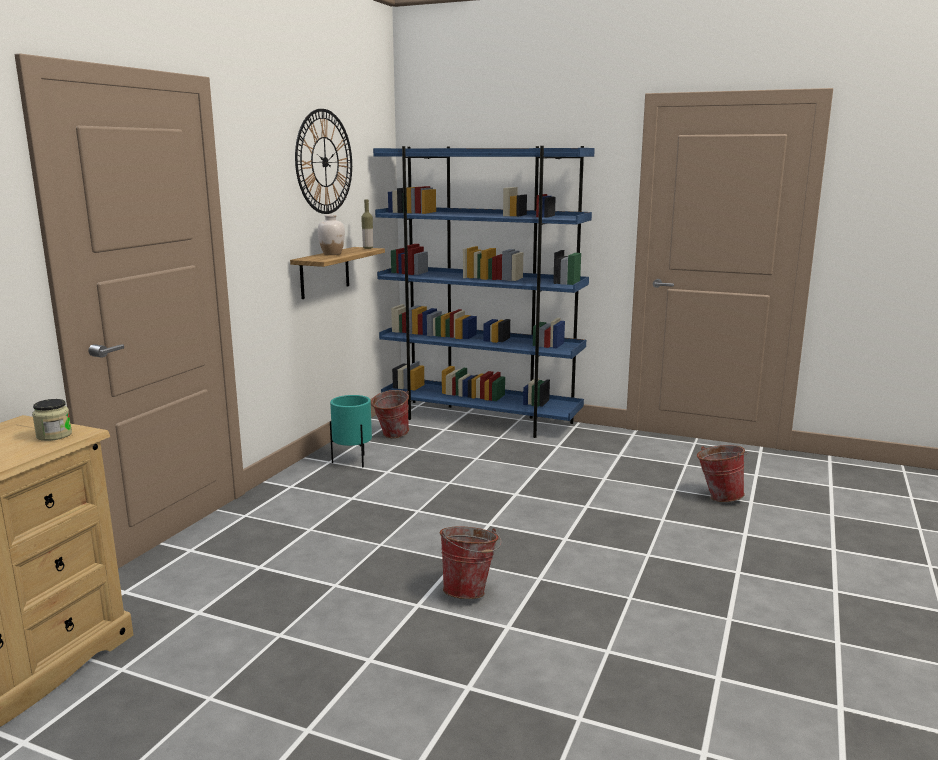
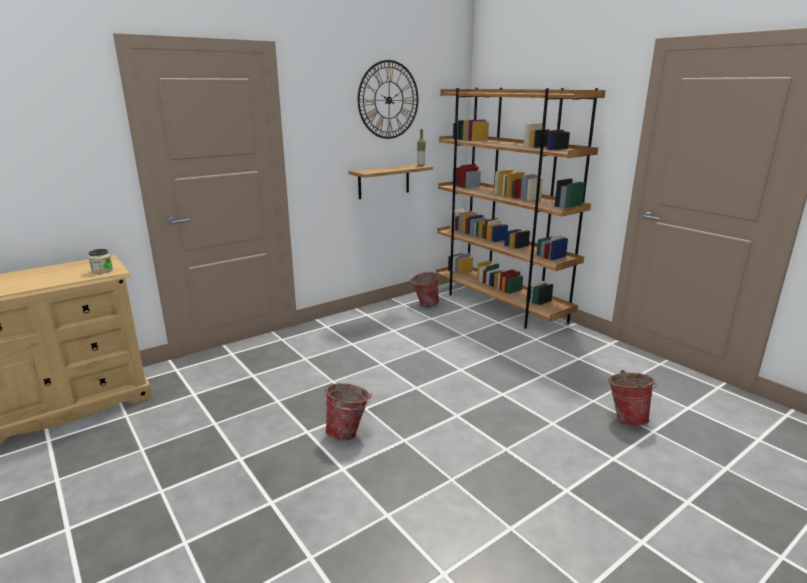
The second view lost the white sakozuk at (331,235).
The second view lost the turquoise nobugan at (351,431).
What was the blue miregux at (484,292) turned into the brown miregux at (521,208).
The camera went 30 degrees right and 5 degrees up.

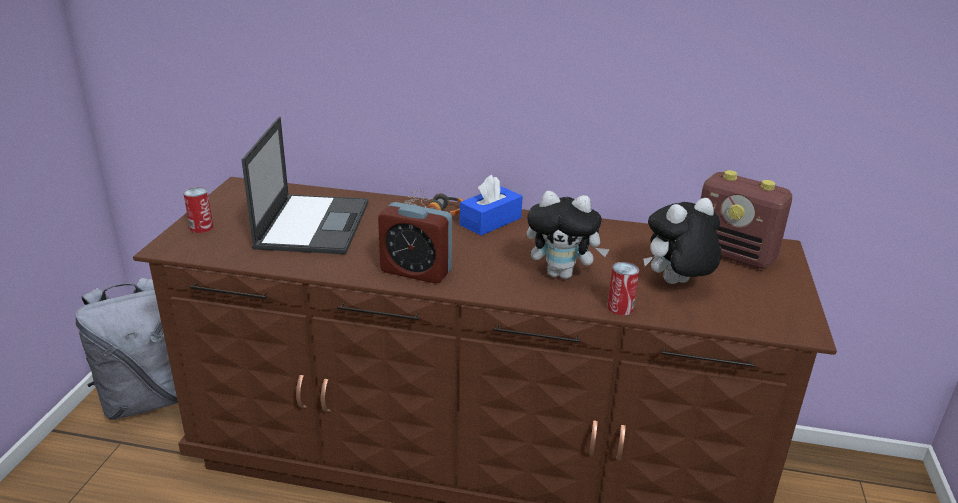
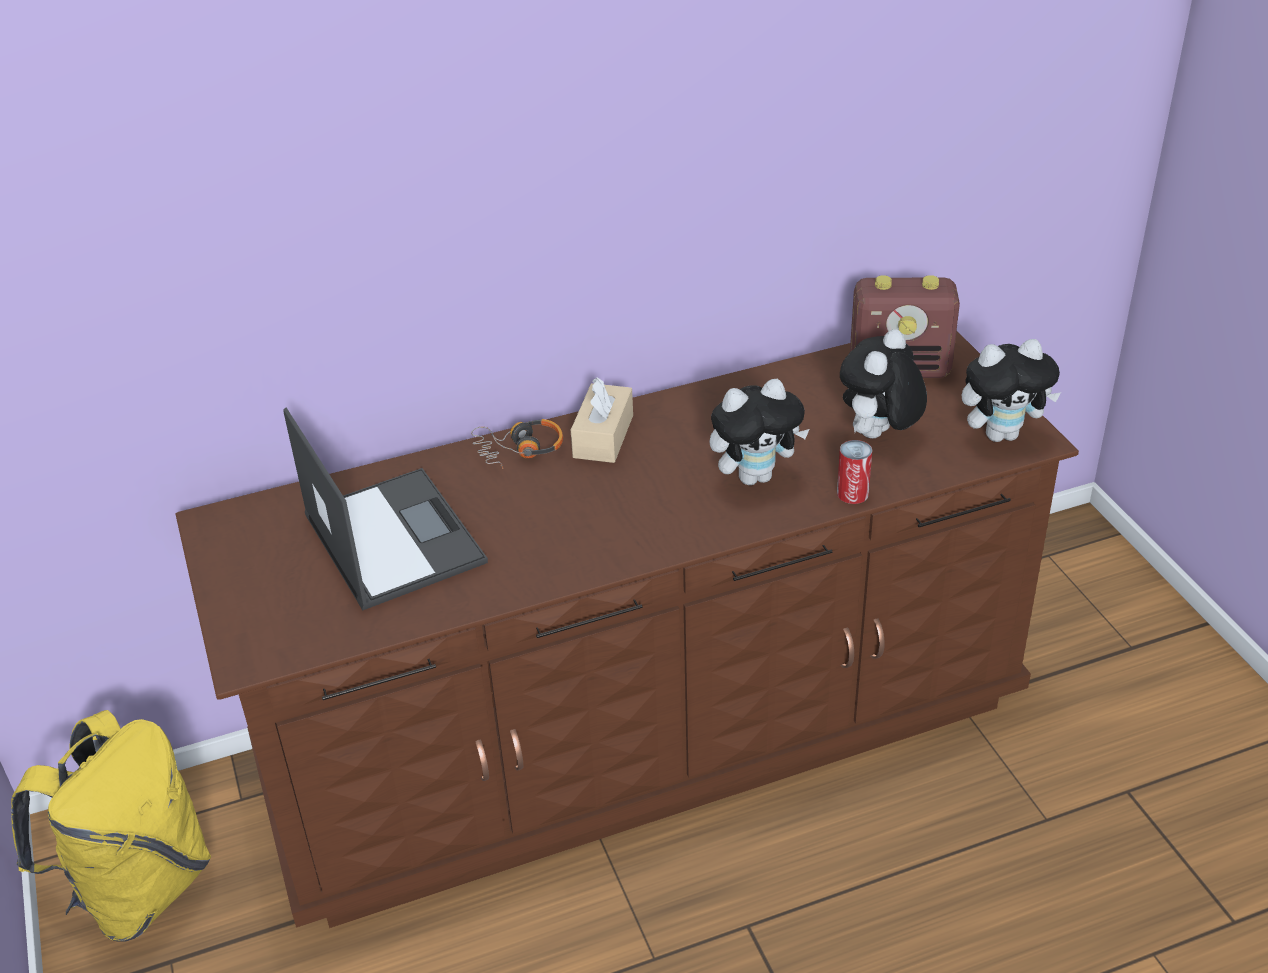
The second view lost the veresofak at (198,210).
The second view lost the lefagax at (415,243).
The second view gained the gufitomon at (1011,390).
What was the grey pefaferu at (127,349) turned into the yellow pefaferu at (111,826).
What was the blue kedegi at (491,205) turned into the beige kedegi at (602,420).
The camera went 30 degrees left and 10 degrees up.

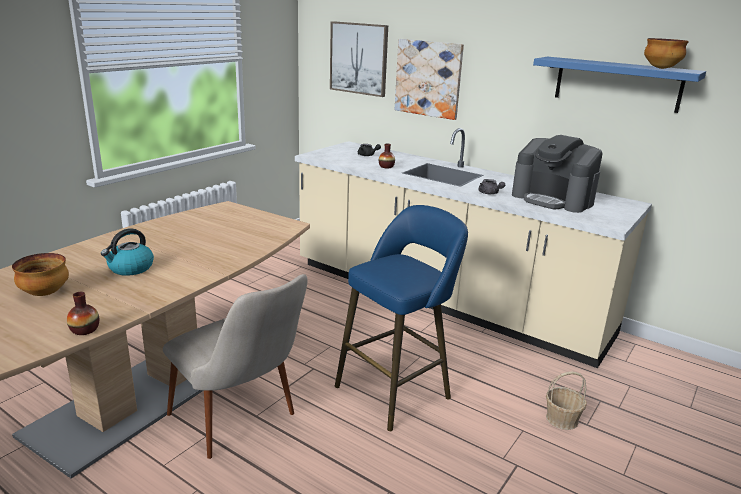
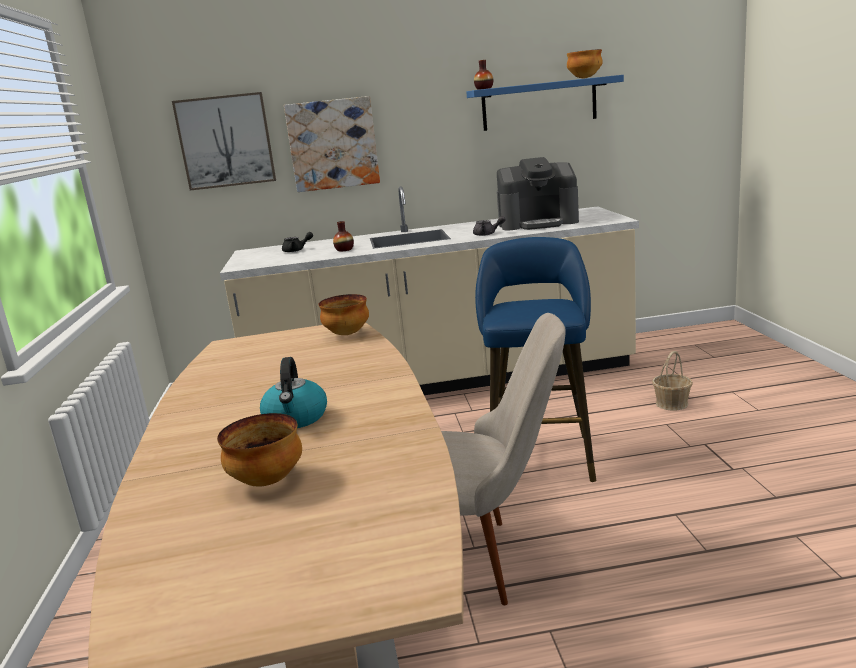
The second view gained the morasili at (344,314).
The sakozuk ended up elsewhere, having gone from (83,313) to (483,75).
The camera went 40 degrees left and 5 degrees down.

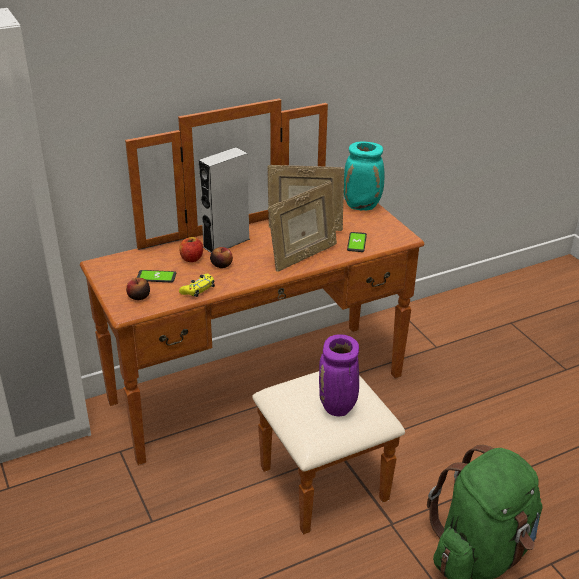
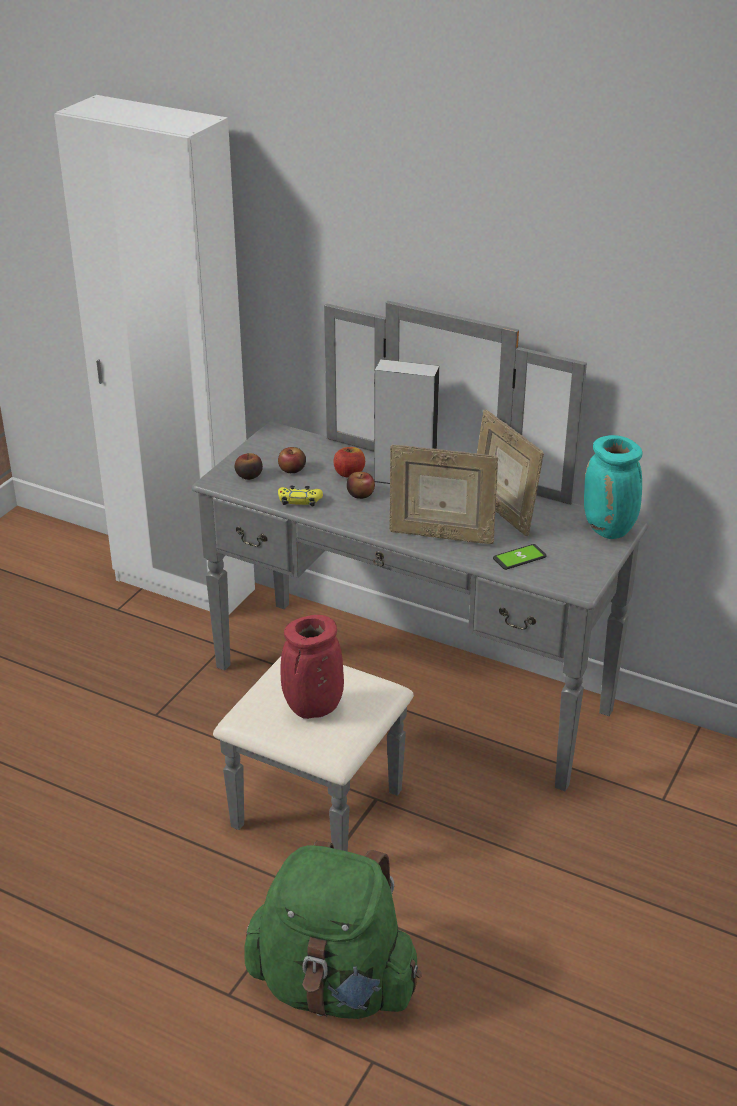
Where the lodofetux stood at (156,276), the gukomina came to stand at (292,460).
What was the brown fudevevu at (252,316) turned into the grey fudevevu at (420,576).
What was the purple sakozuk at (339,375) turned into the red sakozuk at (312,667).
The camera went 55 degrees right and 0 degrees up.

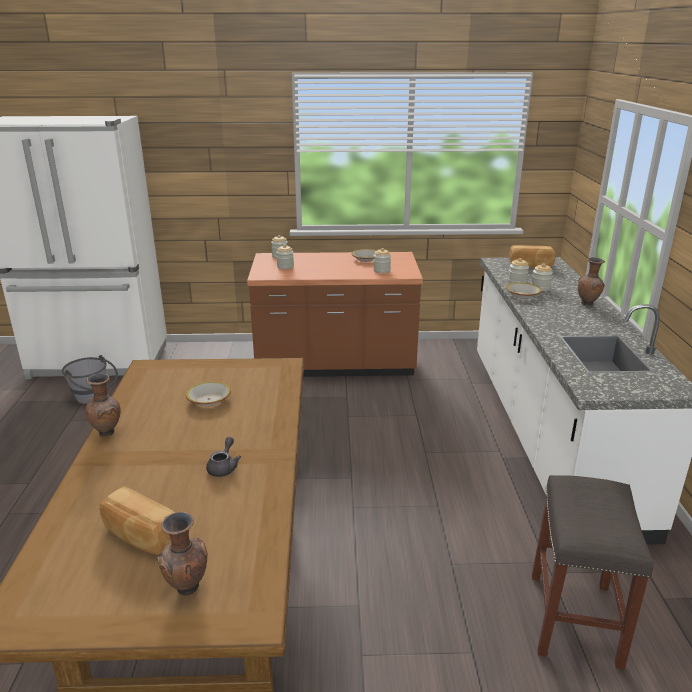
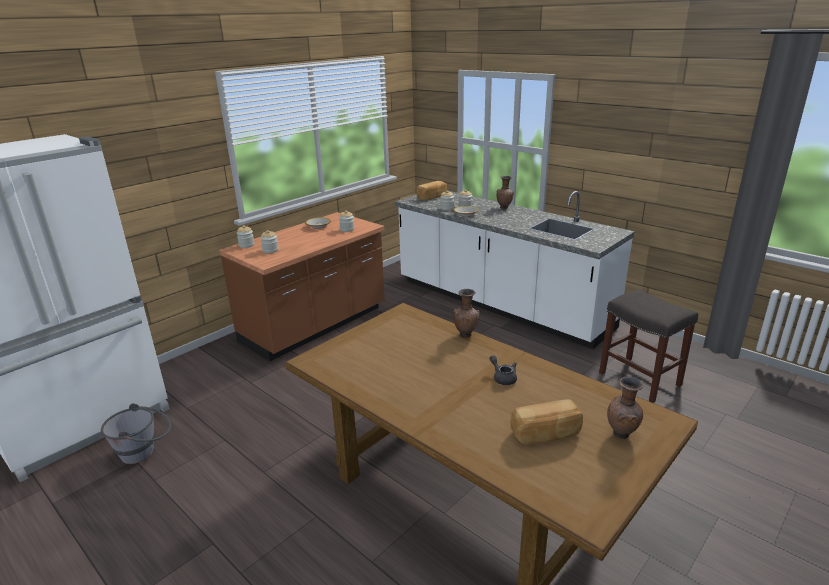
The second view lost the morasili at (208,393).
The brown sakozuk ended up elsewhere, having gone from (103,405) to (466,313).
The camera went 45 degrees left and 0 degrees up.

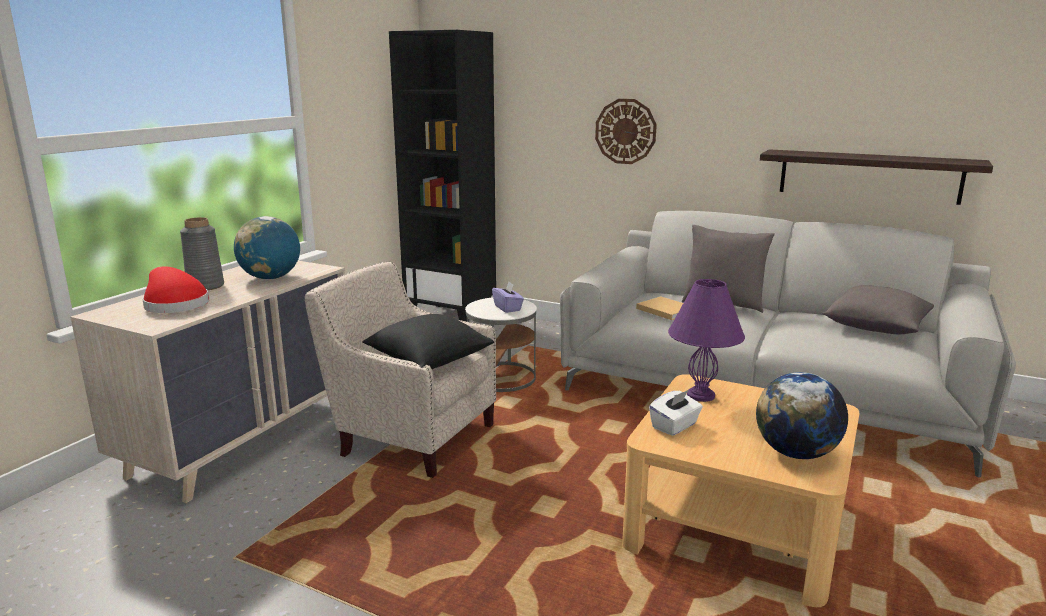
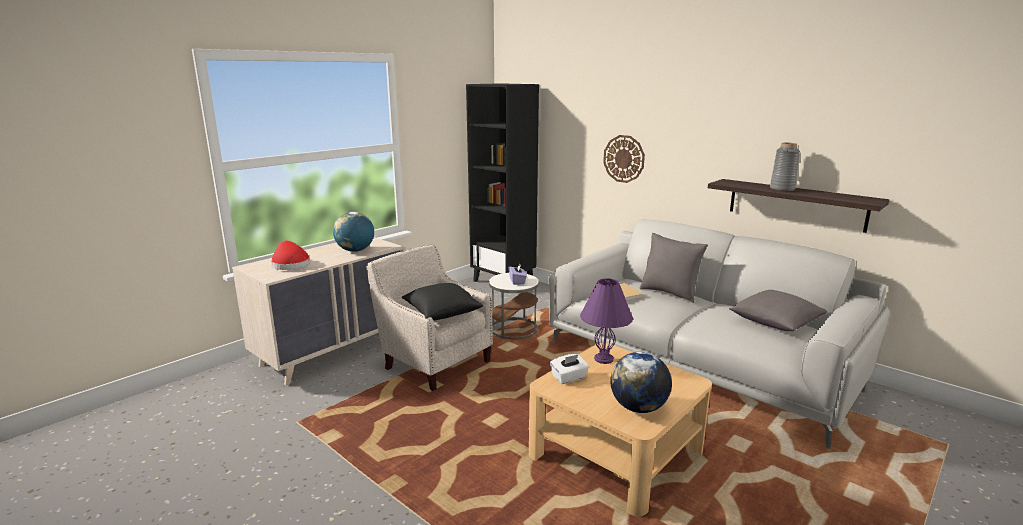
The grey sakozuk ended up elsewhere, having gone from (202,253) to (785,167).
The camera went 15 degrees right and 0 degrees up.

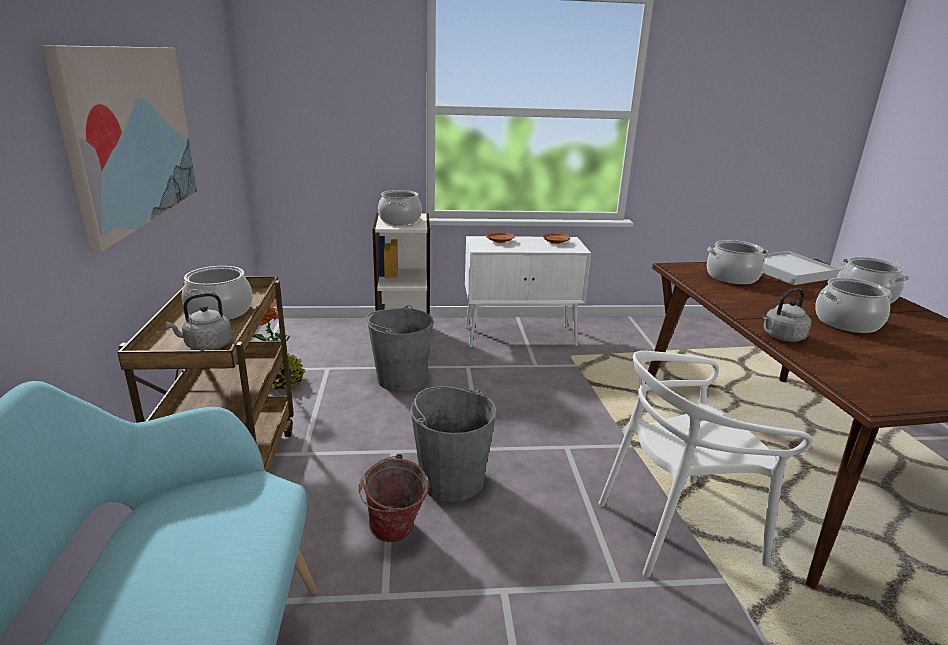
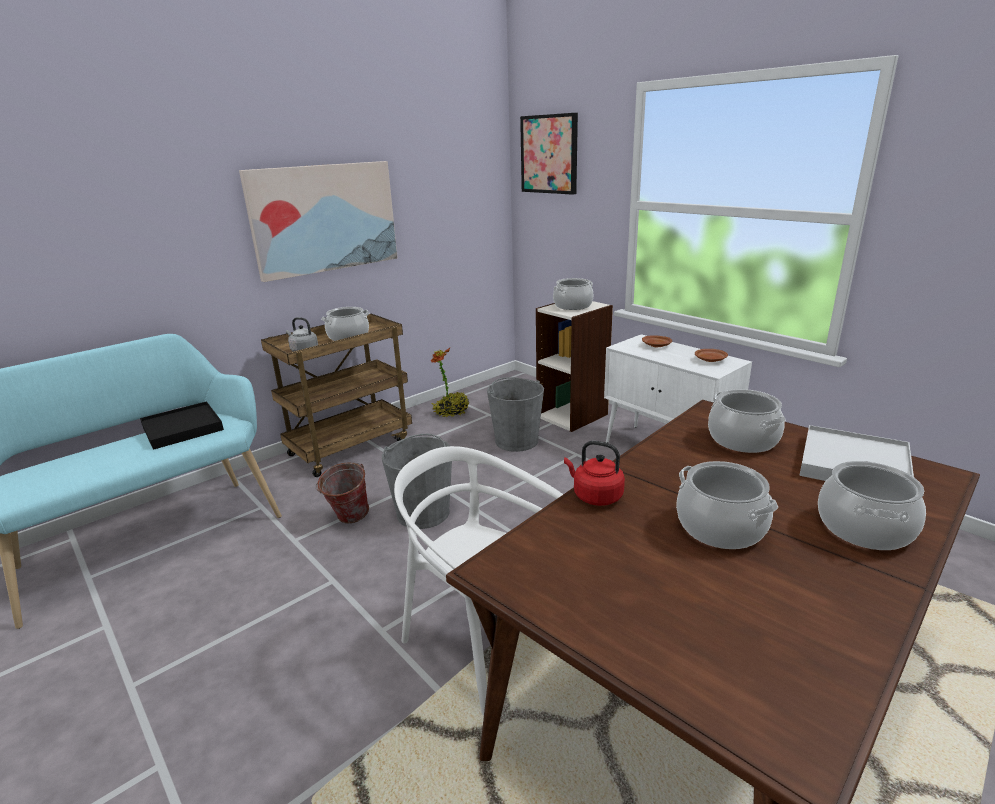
The second view gained the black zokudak at (182,425).
The second view gained the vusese at (549,154).
What was the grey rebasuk at (786,315) turned into the red rebasuk at (594,473).
The camera went 55 degrees right and 0 degrees up.

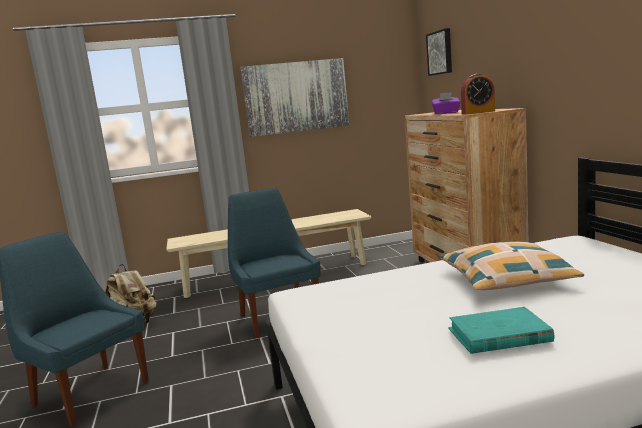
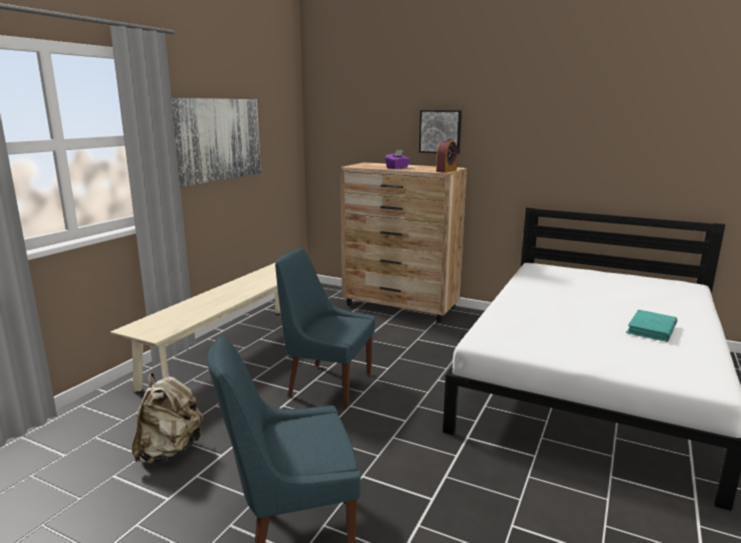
The second view lost the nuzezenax at (512,265).
The vusese ended up elsewhere, having gone from (439,52) to (440,132).
The camera went 50 degrees left and 5 degrees up.

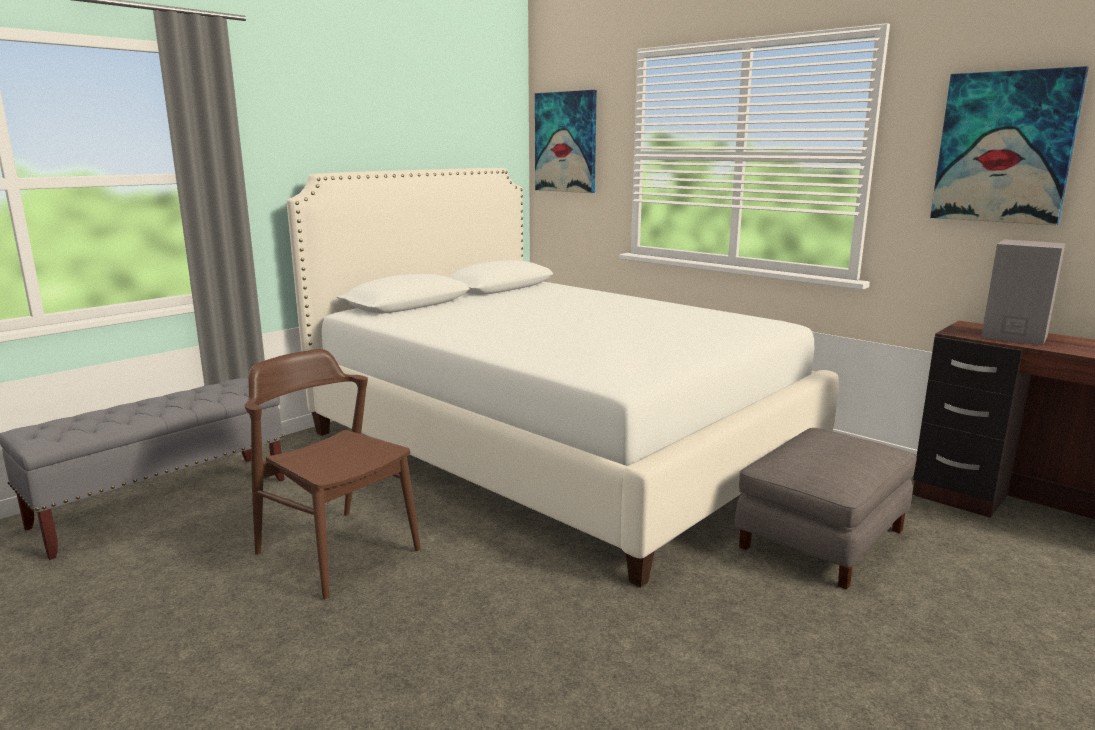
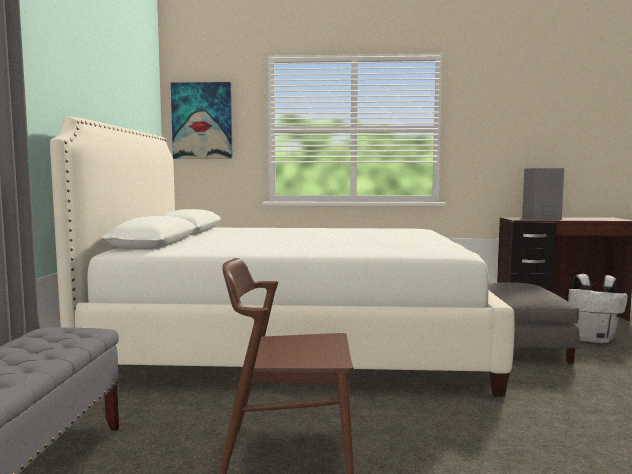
The second view lost the vusese at (1009,146).
The second view gained the white pefaferu at (598,309).
The camera went 40 degrees left and 10 degrees down.

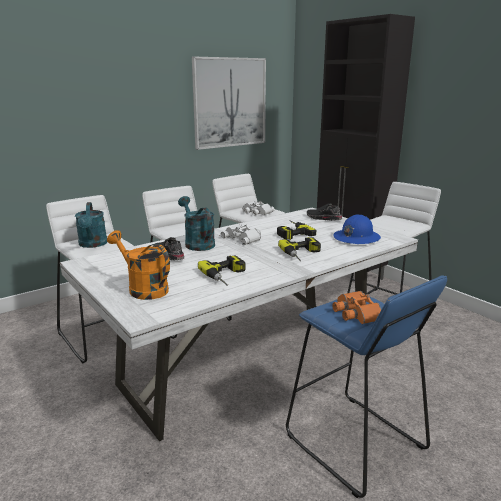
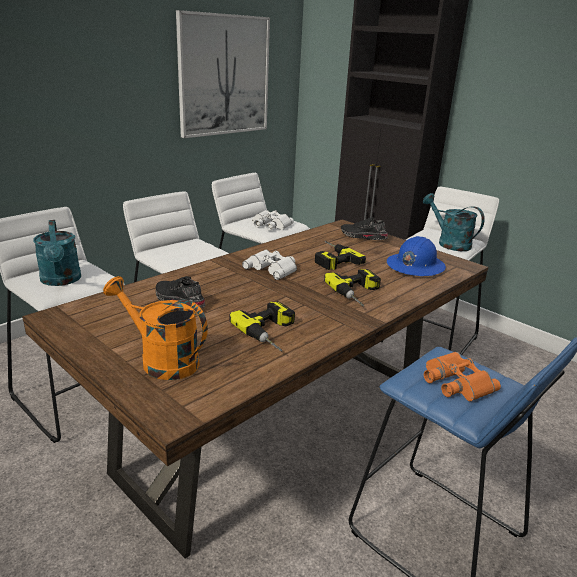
The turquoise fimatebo ended up elsewhere, having gone from (196,223) to (454,222).
What was the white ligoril at (239,324) turned into the brown ligoril at (255,389).
The camera went 10 degrees left and 5 degrees up.

